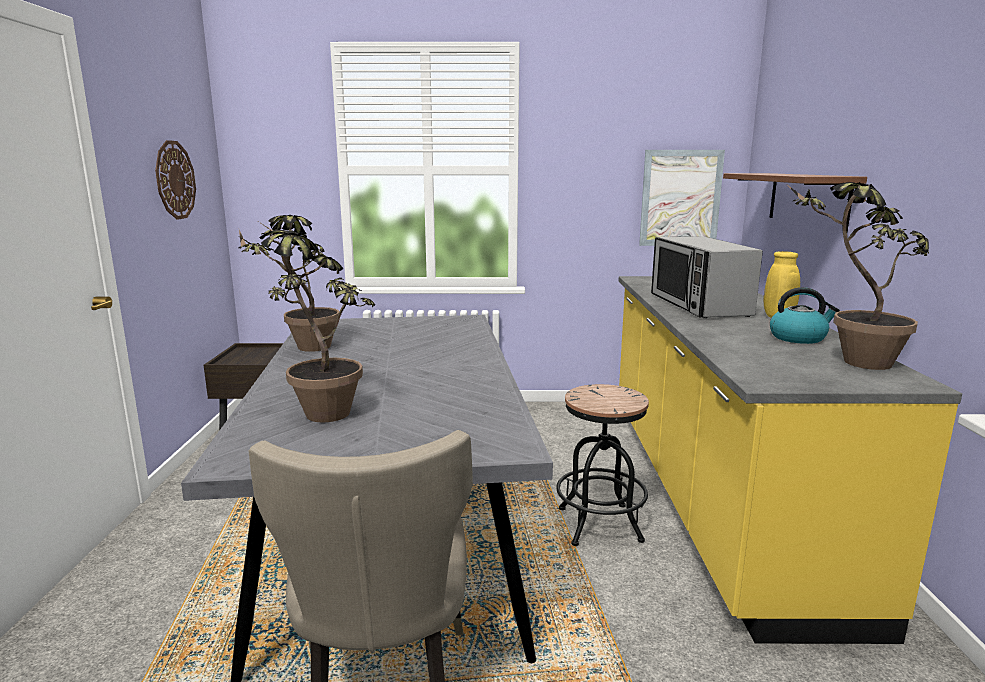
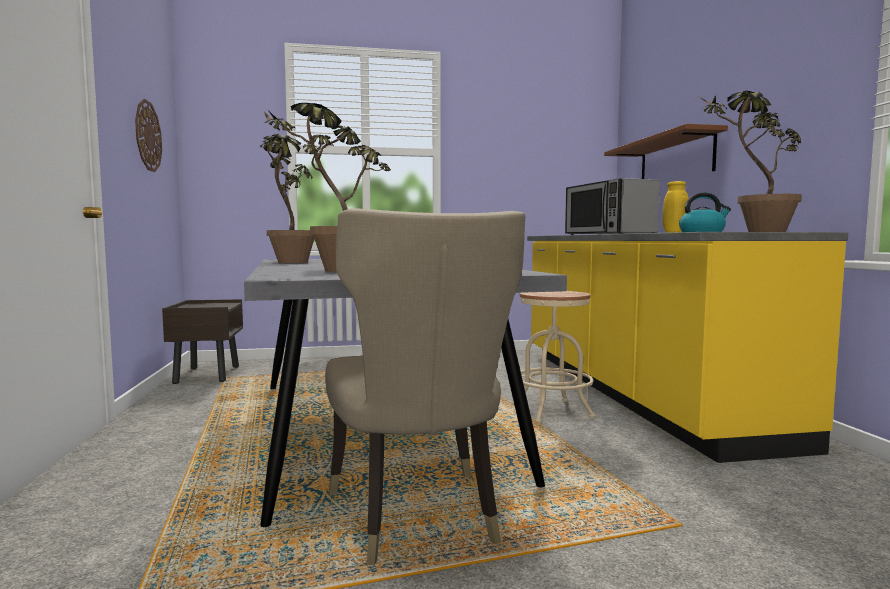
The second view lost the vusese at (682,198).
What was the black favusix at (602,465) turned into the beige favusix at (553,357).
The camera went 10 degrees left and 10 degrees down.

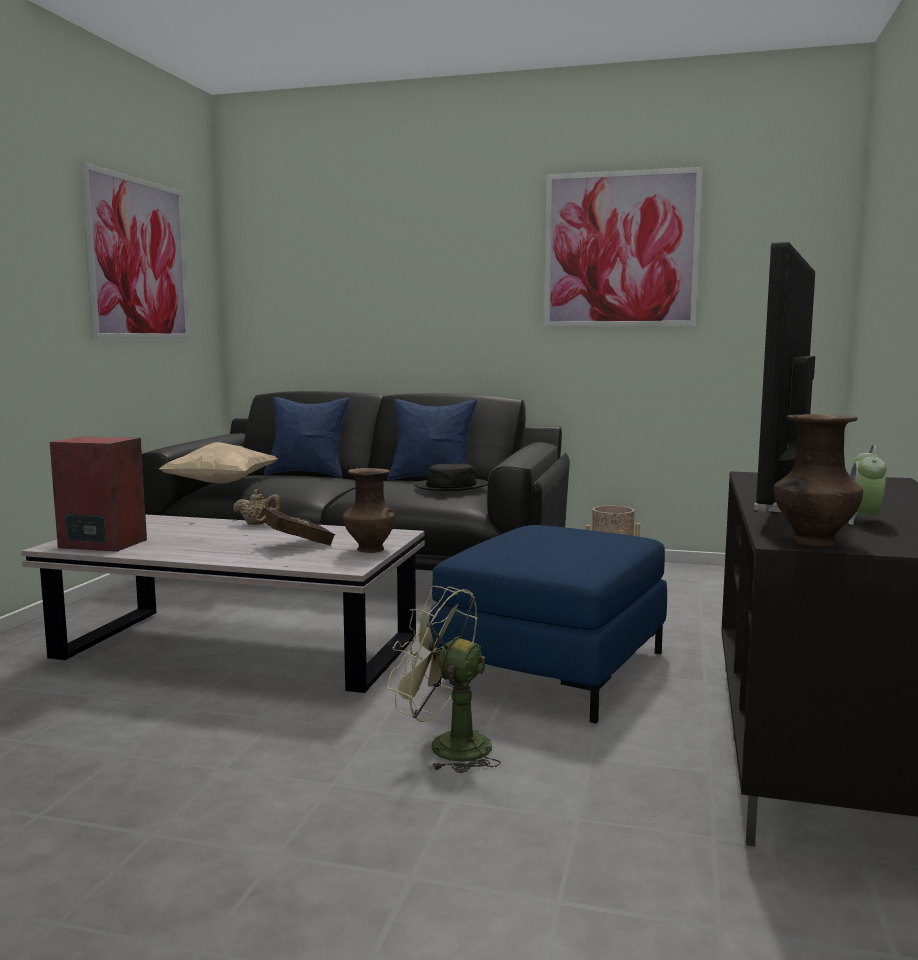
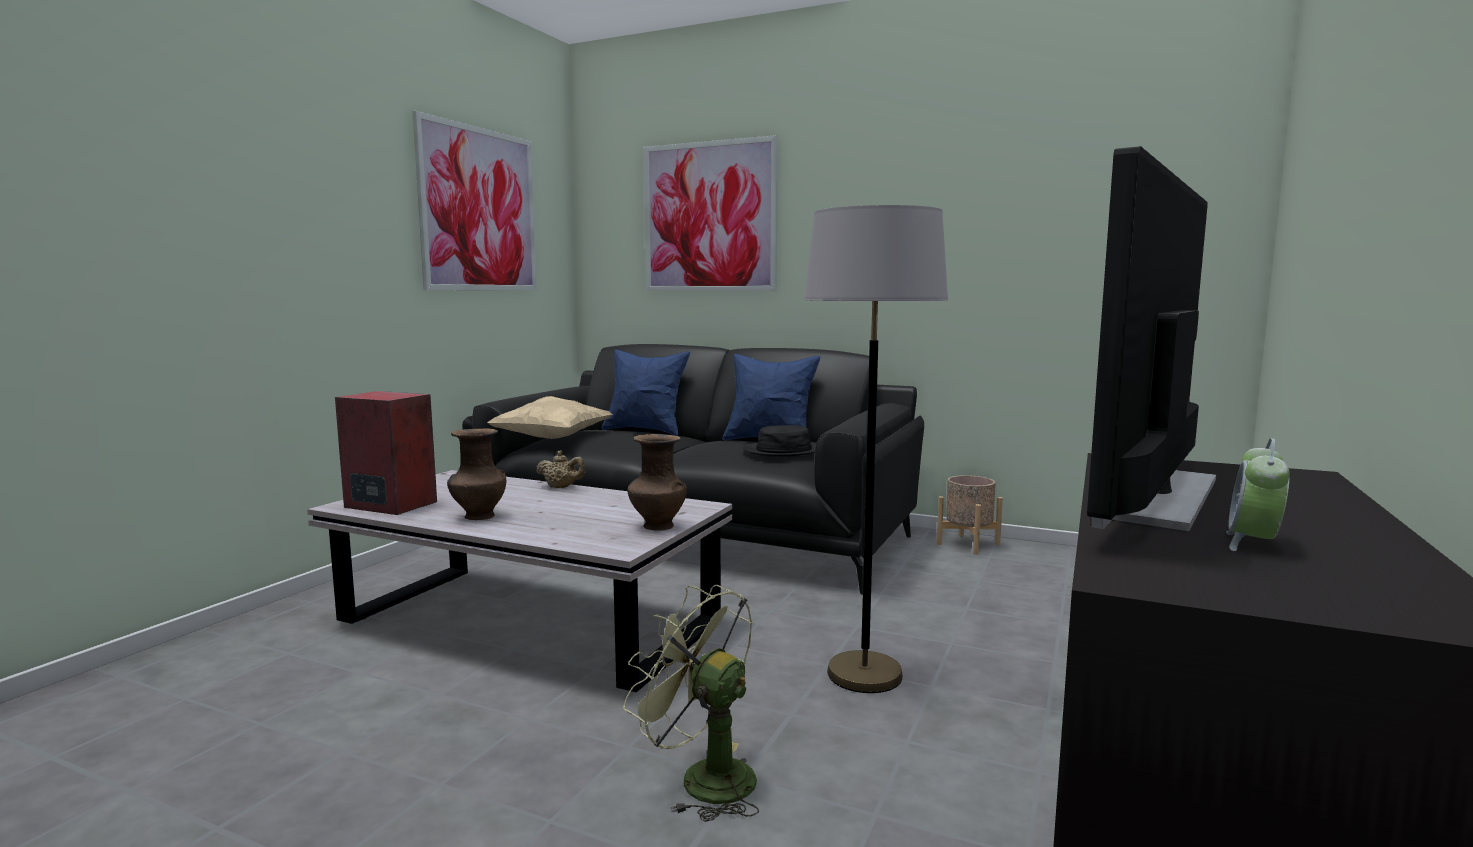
The second view lost the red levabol at (294,527).
The vusese ended up elsewhere, having gone from (623,247) to (711,213).
The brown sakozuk ended up elsewhere, having gone from (818,480) to (476,474).
Where the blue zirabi stood at (548,624), the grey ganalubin came to stand at (876,449).
The camera went 10 degrees right and 0 degrees up.

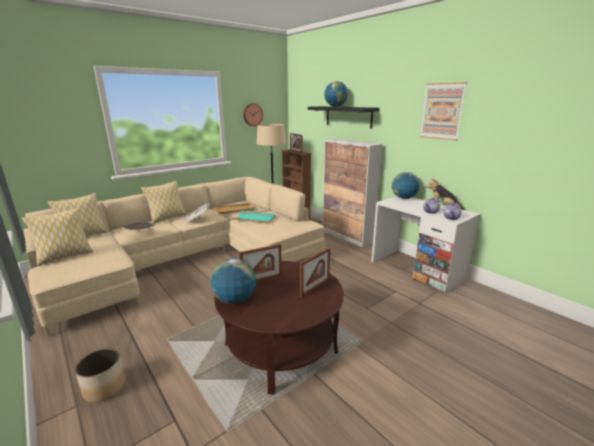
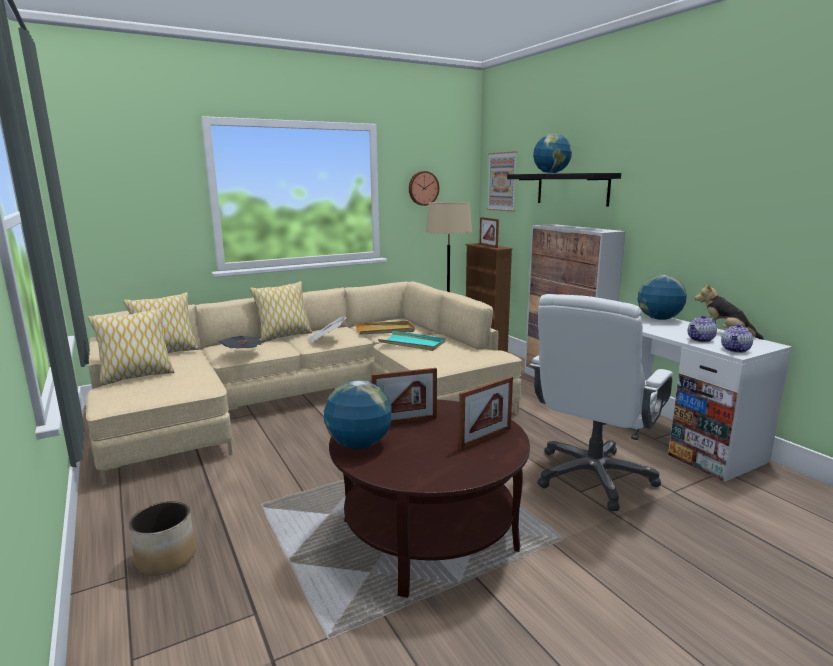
The second view gained the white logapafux at (602,402).
The vusese ended up elsewhere, having gone from (443,111) to (502,181).
The camera went 10 degrees right and 5 degrees down.

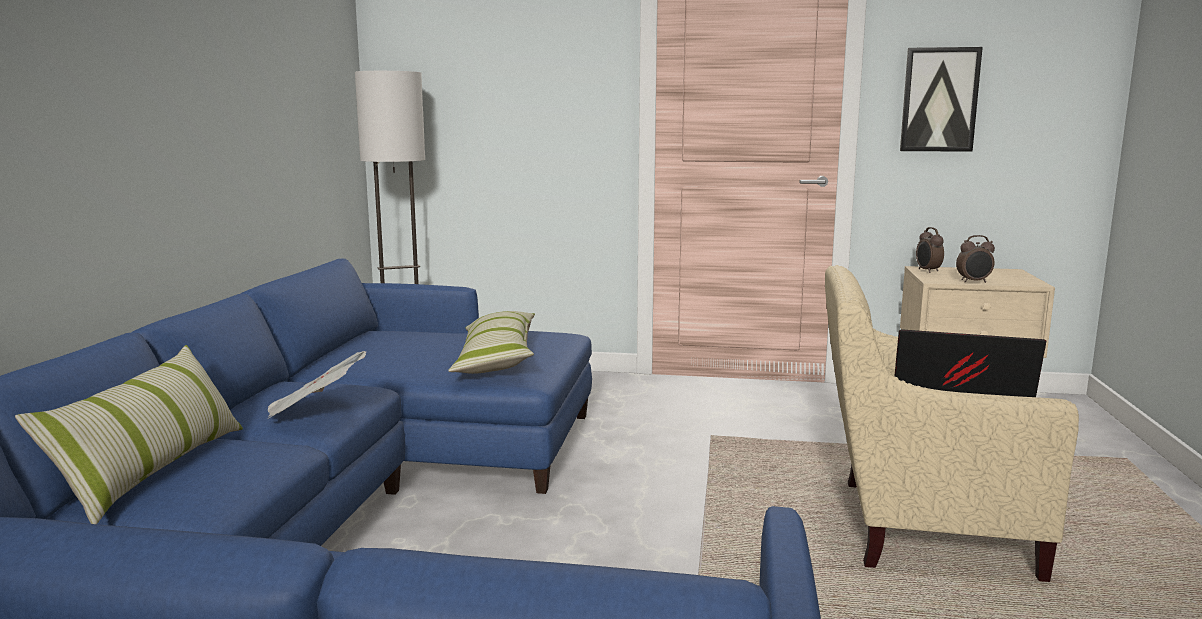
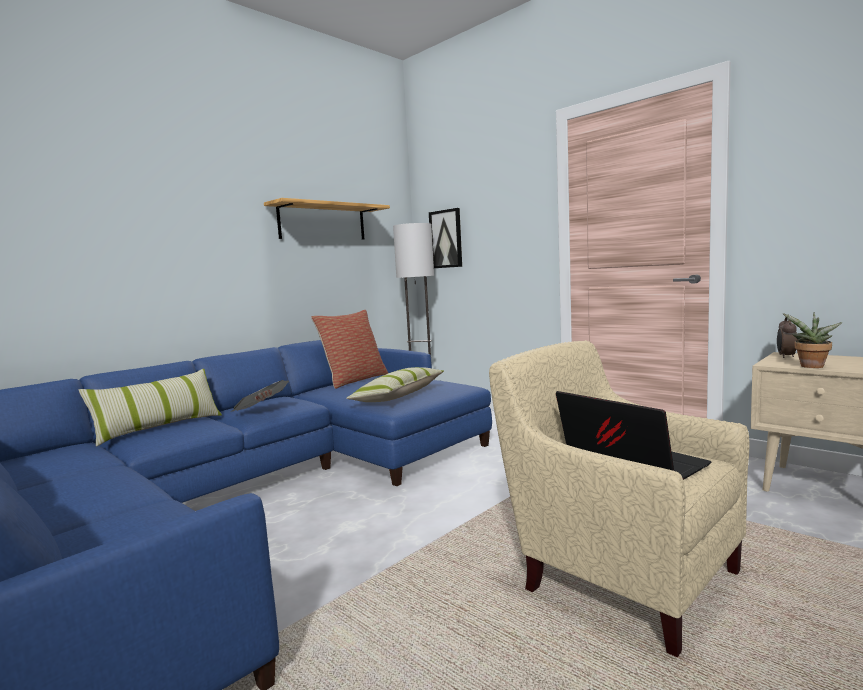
The second view gained the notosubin at (327,219).
The second view gained the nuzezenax at (349,349).
The vusese ended up elsewhere, having gone from (941,99) to (445,238).
Where the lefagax stood at (975,259), the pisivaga came to stand at (813,340).
The camera went 35 degrees right and 5 degrees down.

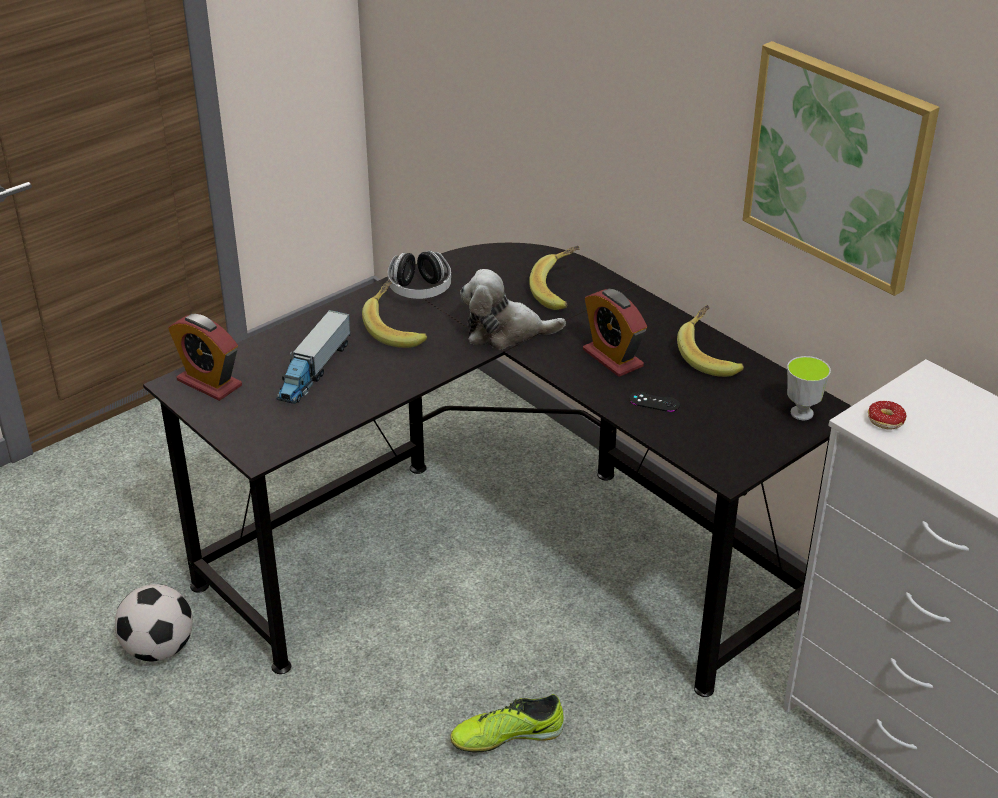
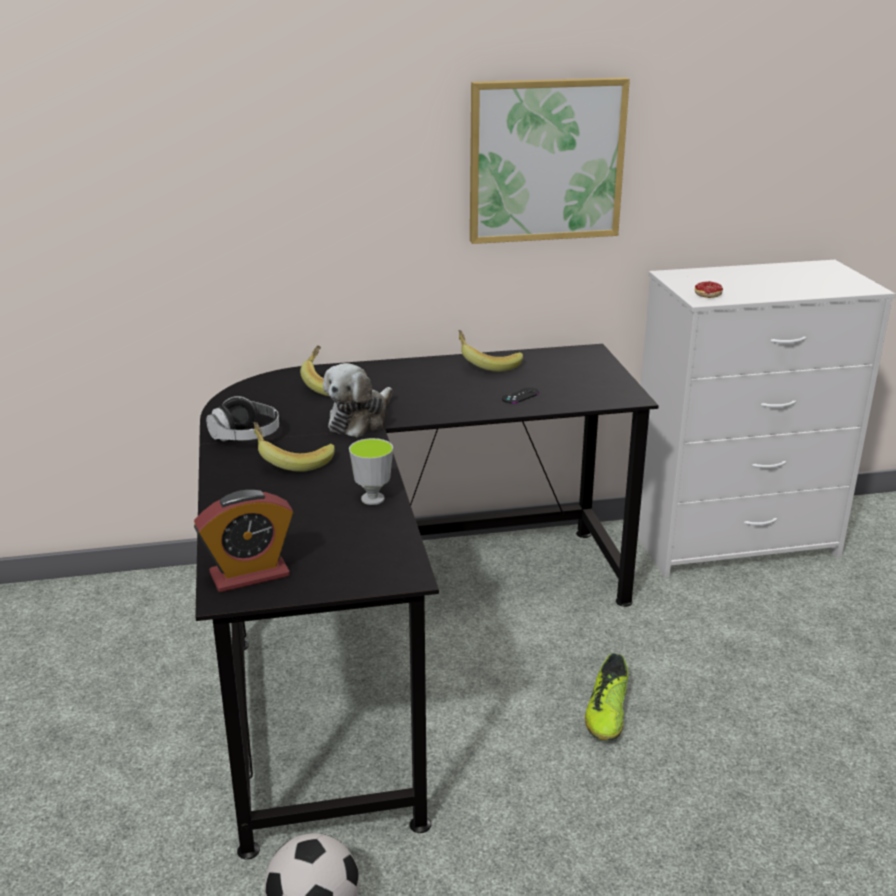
The second view lost the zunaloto at (313,357).
The second view lost the lefagax at (615,333).
The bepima ended up elsewhere, having gone from (809,388) to (371,471).
The camera went 60 degrees left and 10 degrees down.

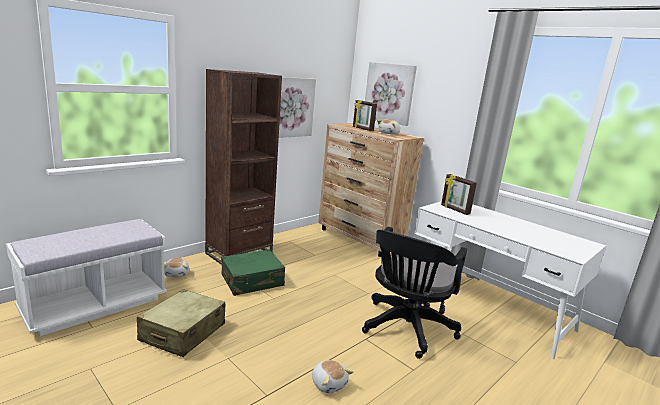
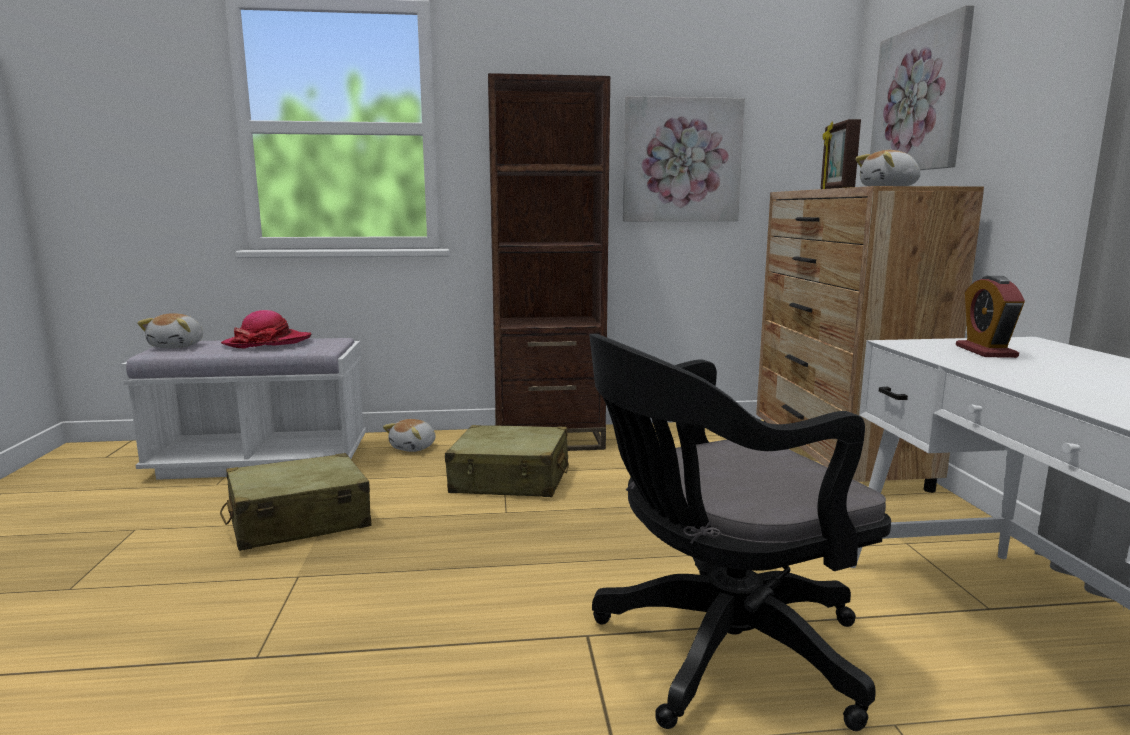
The second view gained the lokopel at (266,329).
The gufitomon ended up elsewhere, having gone from (333,376) to (170,330).
Where the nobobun stood at (459,194), the lefagax came to stand at (990,317).
What was the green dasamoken at (253,272) turned into the beige dasamoken at (507,461).
The camera went 40 degrees right and 5 degrees down.

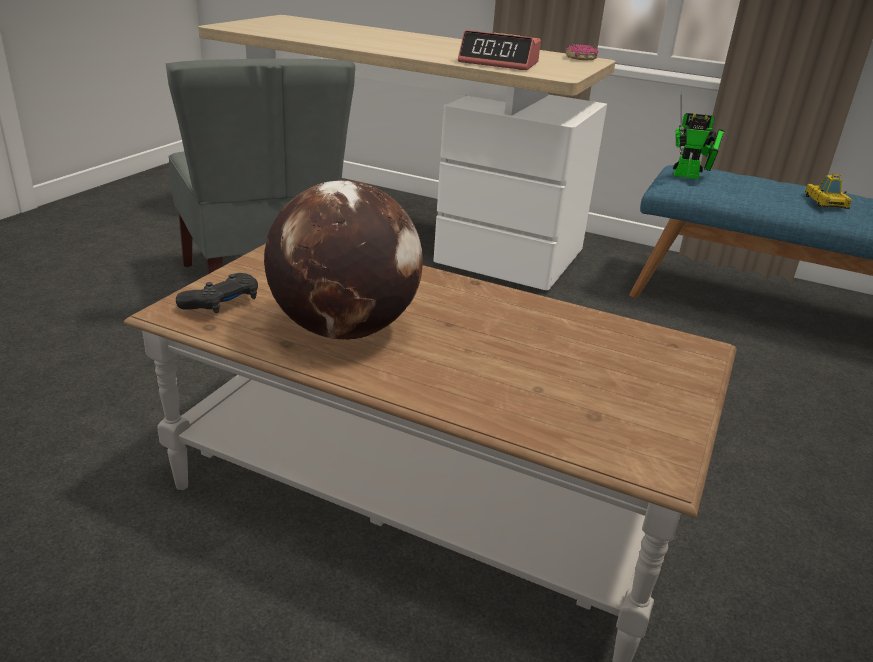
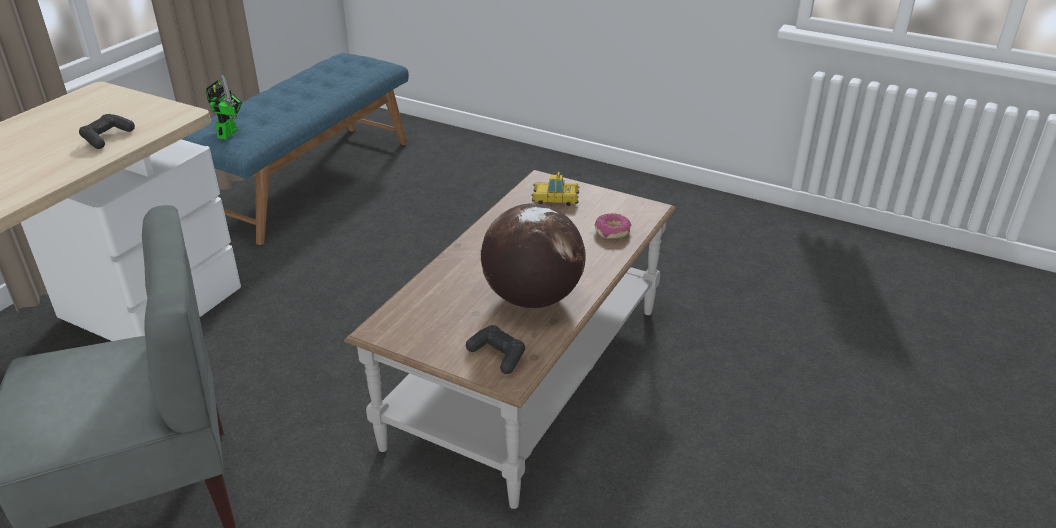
The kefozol ended up elsewhere, having gone from (582,52) to (612,226).
The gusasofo ended up elsewhere, having gone from (828,191) to (555,189).
Where the lefagax stood at (499,50), the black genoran came to stand at (107,131).
The camera went 85 degrees left and 5 degrees up.

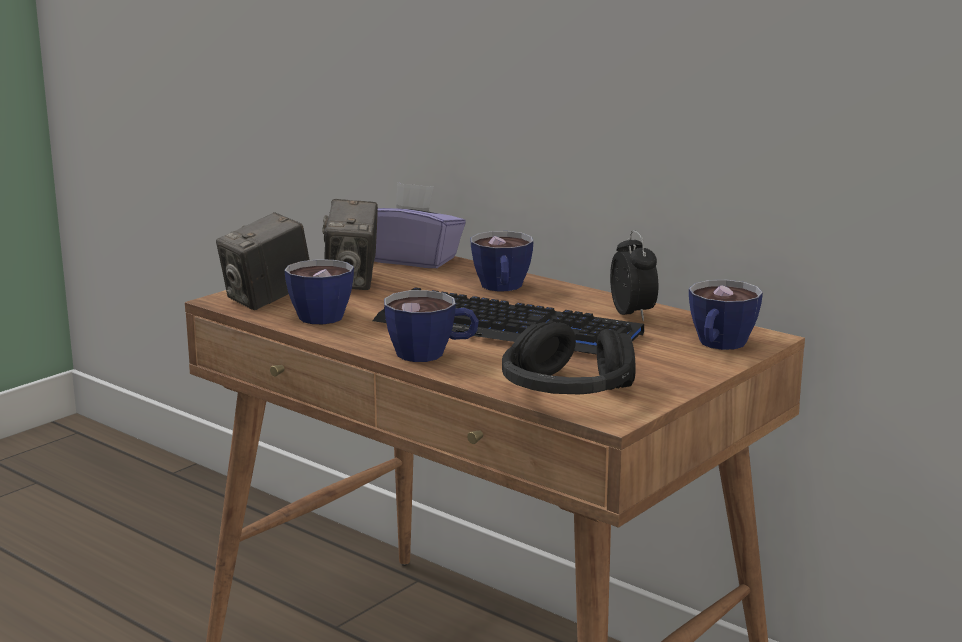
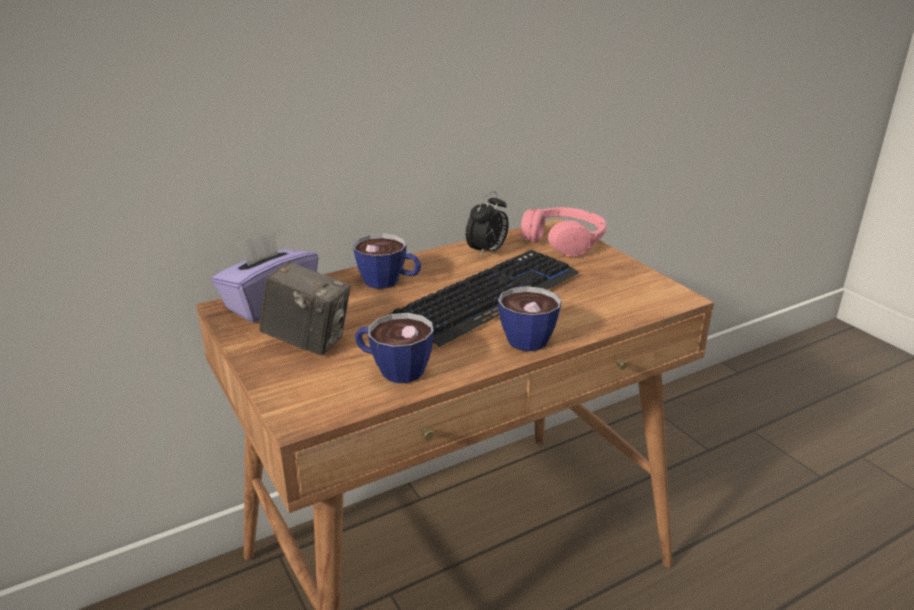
The second view lost the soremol at (263,261).
The second view lost the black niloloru at (569,358).
Where the bepima stood at (726,315), the pink niloloru came to stand at (564,232).
The lefagax at (634,276) ended up facing another way, 120 degrees clockwise from before.
The camera went 70 degrees left and 10 degrees up.

